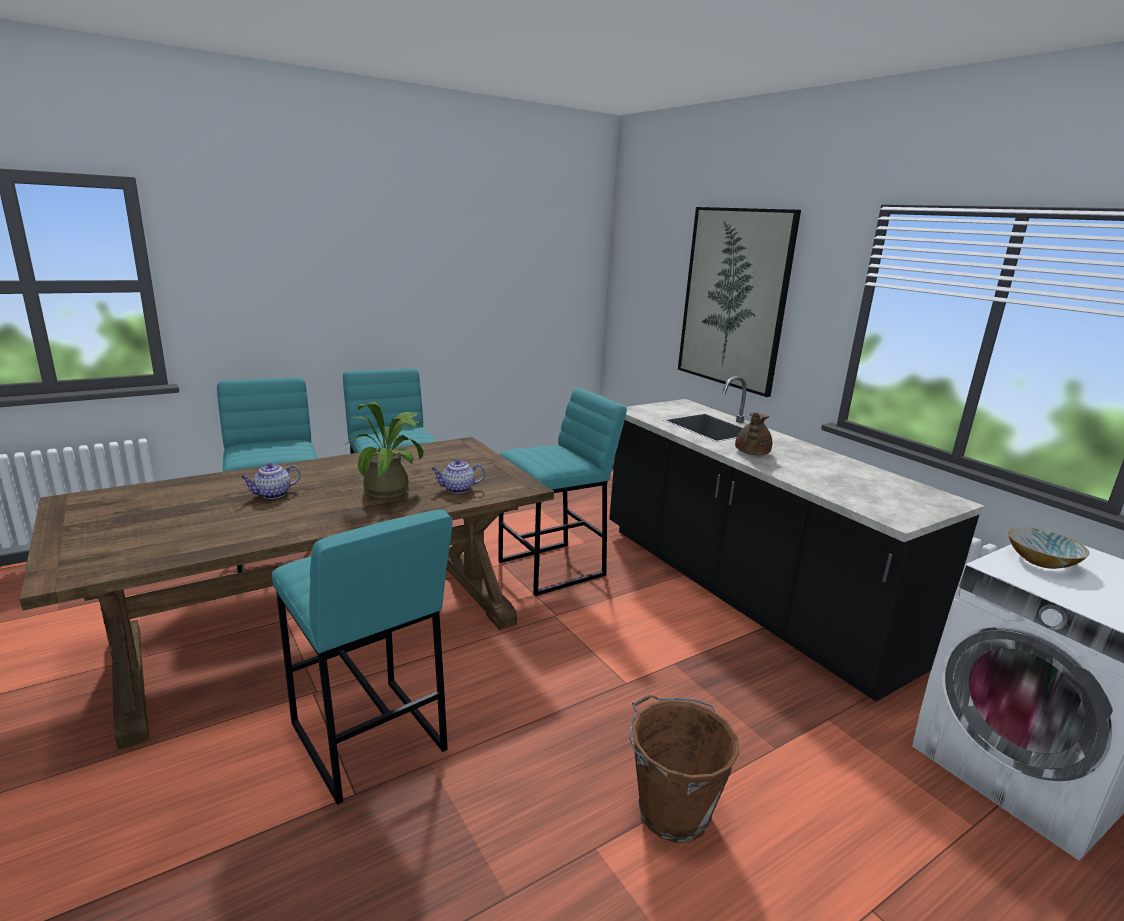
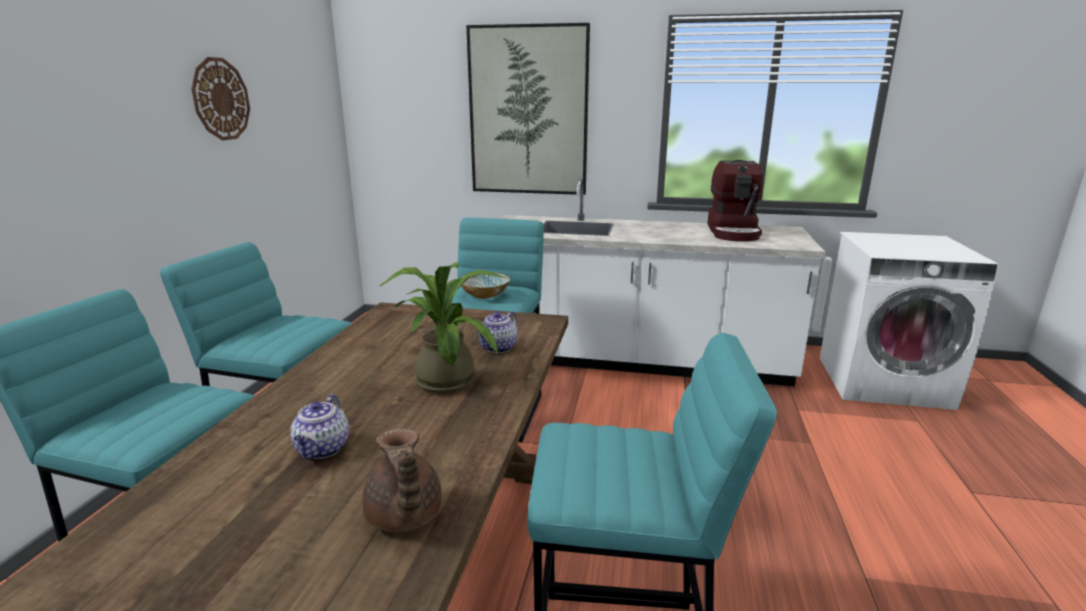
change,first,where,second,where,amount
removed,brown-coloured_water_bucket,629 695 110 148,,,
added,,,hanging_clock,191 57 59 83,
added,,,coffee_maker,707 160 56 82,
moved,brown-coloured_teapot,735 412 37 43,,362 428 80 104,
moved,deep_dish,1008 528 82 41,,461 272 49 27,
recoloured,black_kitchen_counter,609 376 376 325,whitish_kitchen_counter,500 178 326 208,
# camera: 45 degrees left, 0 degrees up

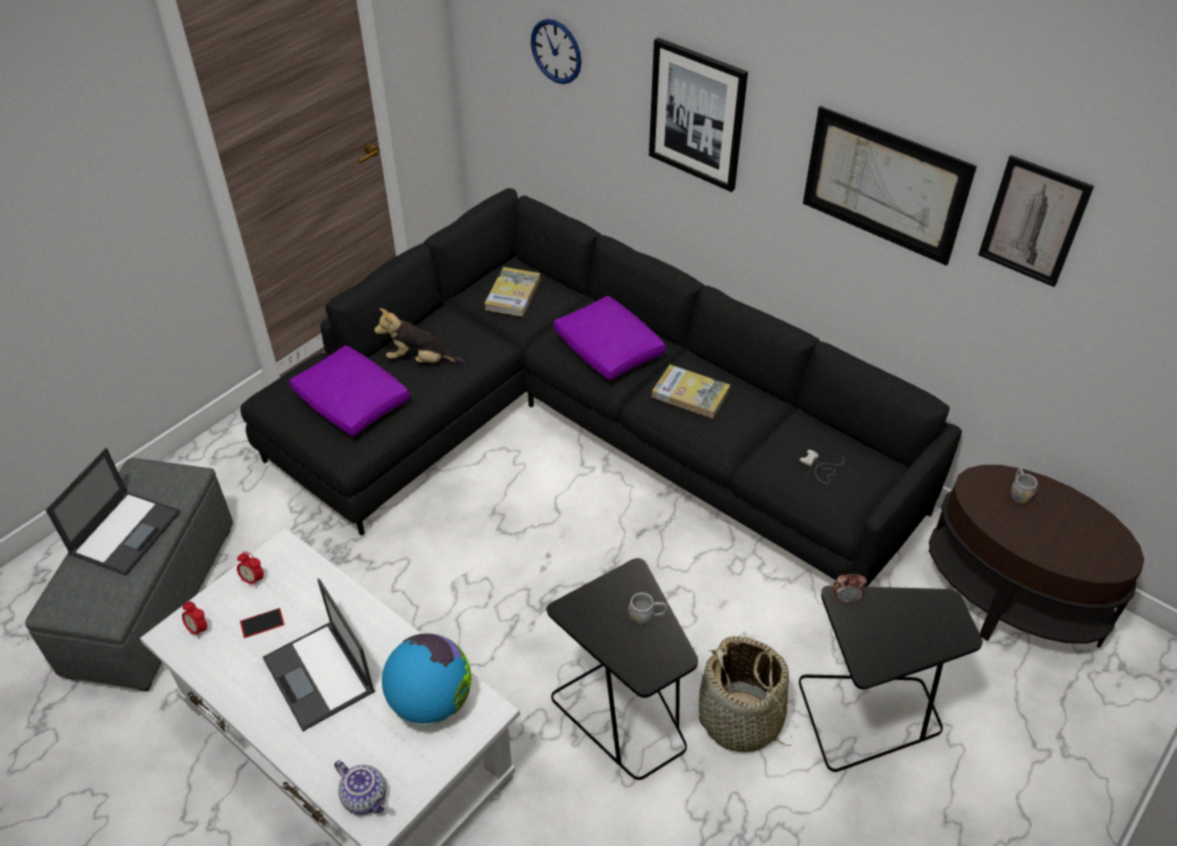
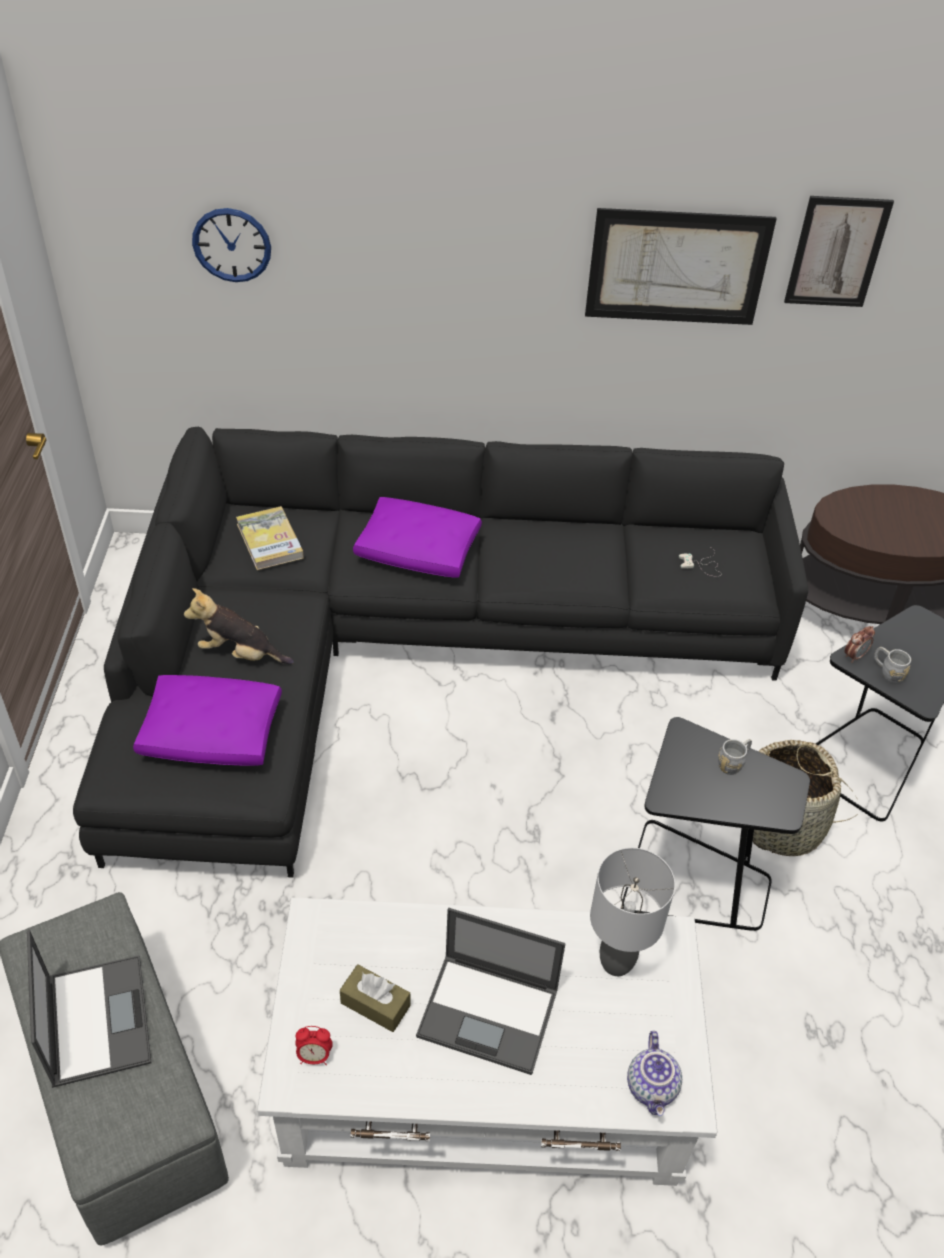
change,first,where,second,where,amount
removed,table_clock,237 551 27 37,,,
removed,wall_picture,649 38 99 154,,,
removed,book,652 365 78 54,,,
moved,greyish_coffee_mug,1011 468 27 35,,874 647 37 36,
replaced,handset,240 608 45 30,brown-coloured_tissue_holder,340 964 70 68,
replaced,desk_globe,382 633 90 93,greyish_table_lamp,590 848 85 128,
turned,teapot,334 760 54 55,,627 1031 55 85,90 degrees clockwise
turned,cuddly_toy,374 308 91 56,,184 588 110 76,45 degrees clockwise
# camera: 40 degrees left, 0 degrees up

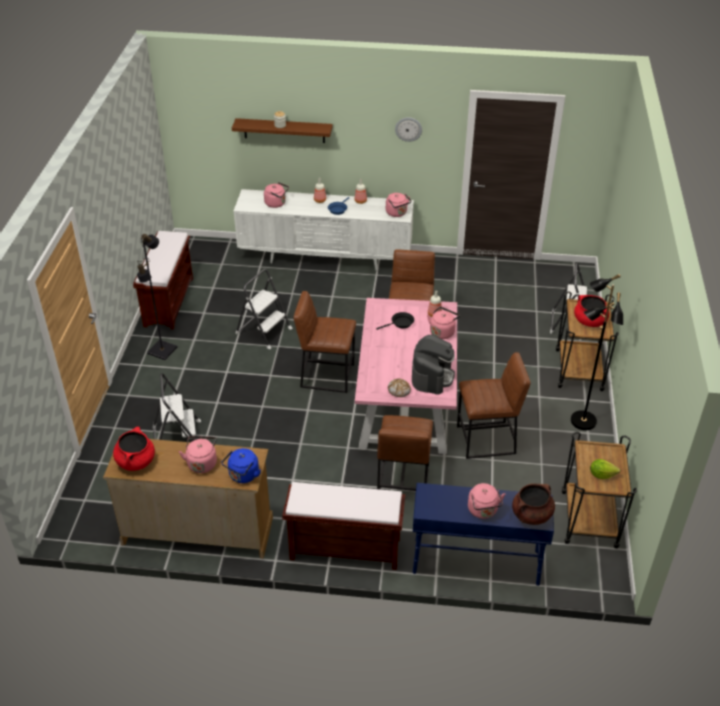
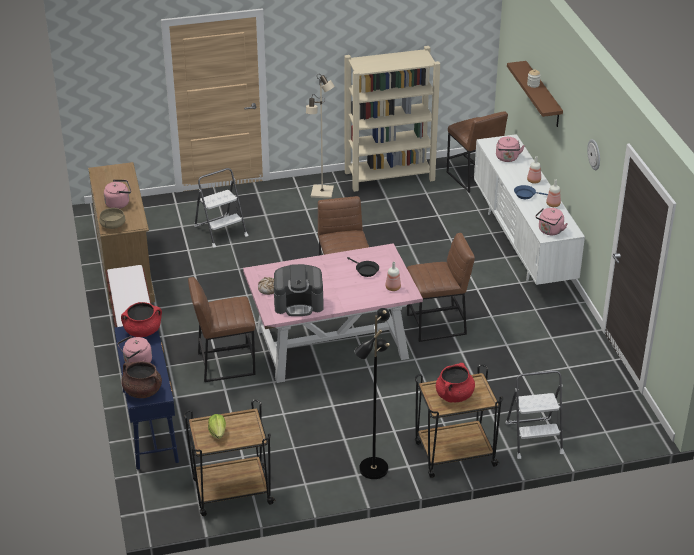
change,first,where,second,where,amount
removed,whitish_stepladder,236 269 56 80,,,
removed,pink-coloured_water_kettle,427 307 33 32,,,
moved,red-coloured_saucepot,113 427 42 44,,121 302 41 35,
moved,brown-coloured_chair,457 352 74 107,,447 111 61 82,
replaced,brown-coloured_long_seat,133 231 60 99,beige-coloured_bookshelf,345 46 95 146,
replaced,bluish_water_kettle,221 448 40 35,beige-coloured_saucepot,99 207 27 22,
recoloured,black_standard_lamp,137 234 41 126,beige-coloured_standard_lamp,306 74 29 125,
# camera: 70 degrees right, 5 degrees down

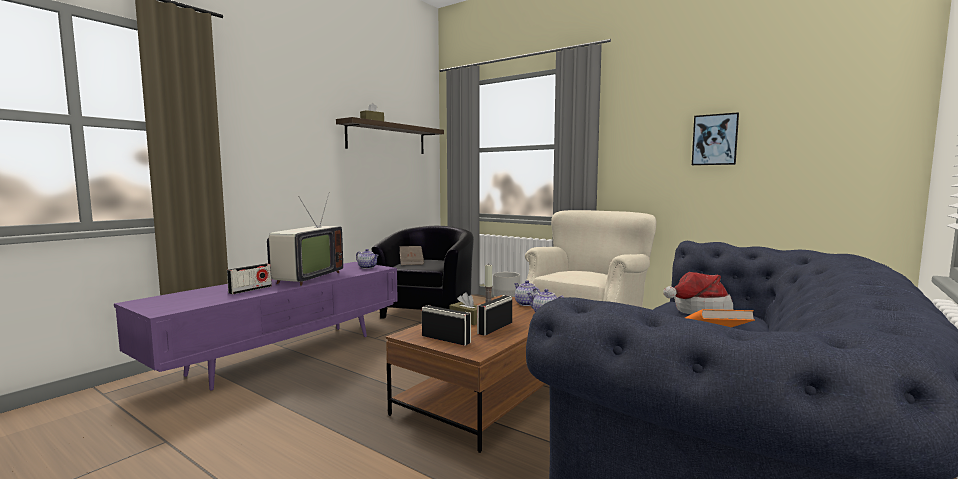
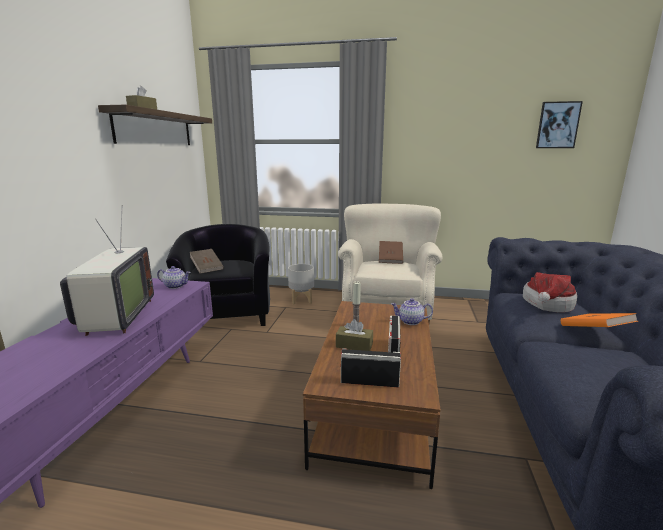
change,first,where,second,where,amount
removed,radio,227 263 45 31,,,
removed,teapot,514 281 26 25,,,
added,,,brown-coloured_book,379 241 24 23,
moved,wall_picture,692 112 47 53,,536 101 47 47,
# camera: 25 degrees left, 10 degrees up

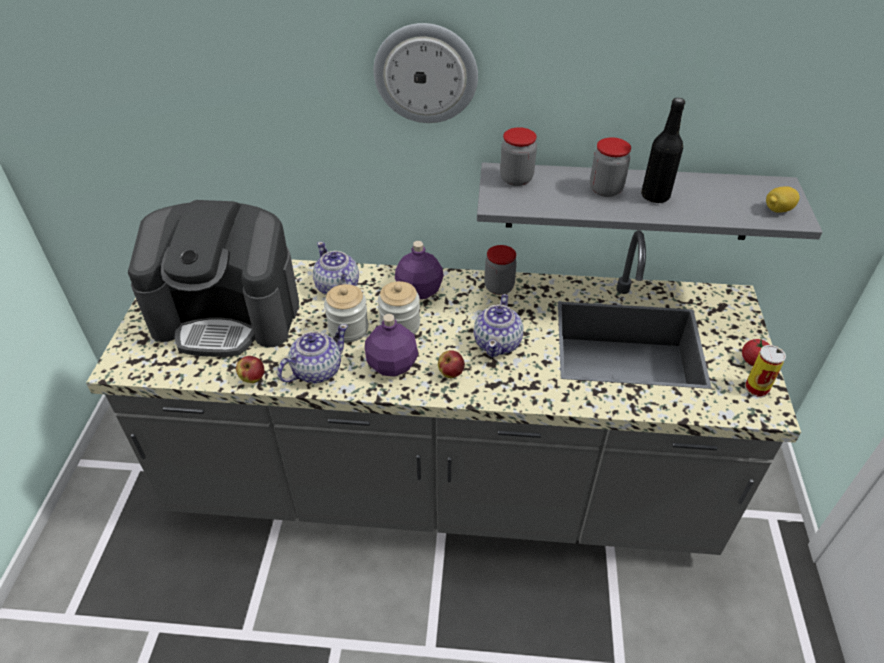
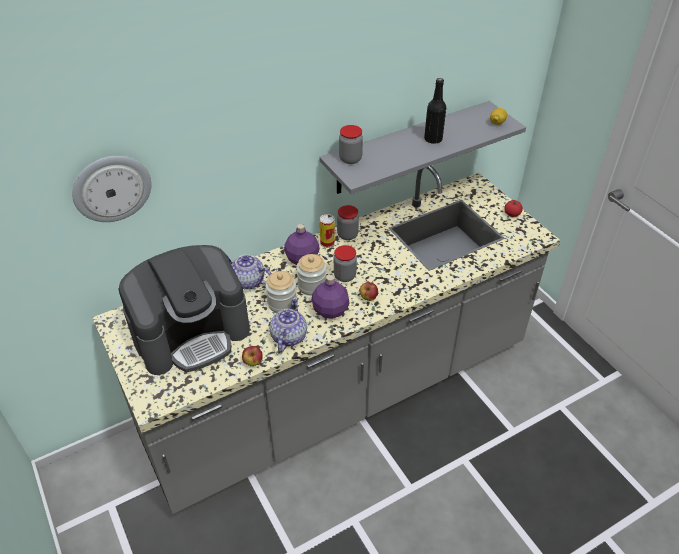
change,first,where,second,where,amount
removed,teapot,474 294 49 63,,,
moved,hanging_clock,374 23 104 100,,72 156 80 66,
moved,preserve_jar,590 137 41 60,,334 245 23 37,
moved,can,745 345 41 53,,320 214 15 34,
# camera: 35 degrees left, 0 degrees up

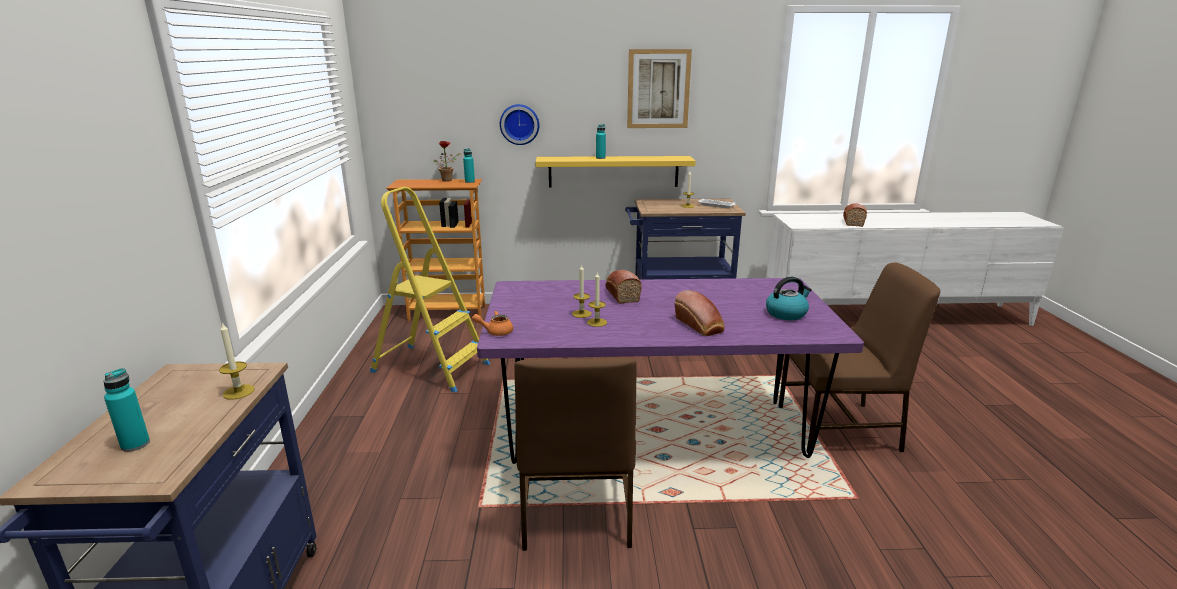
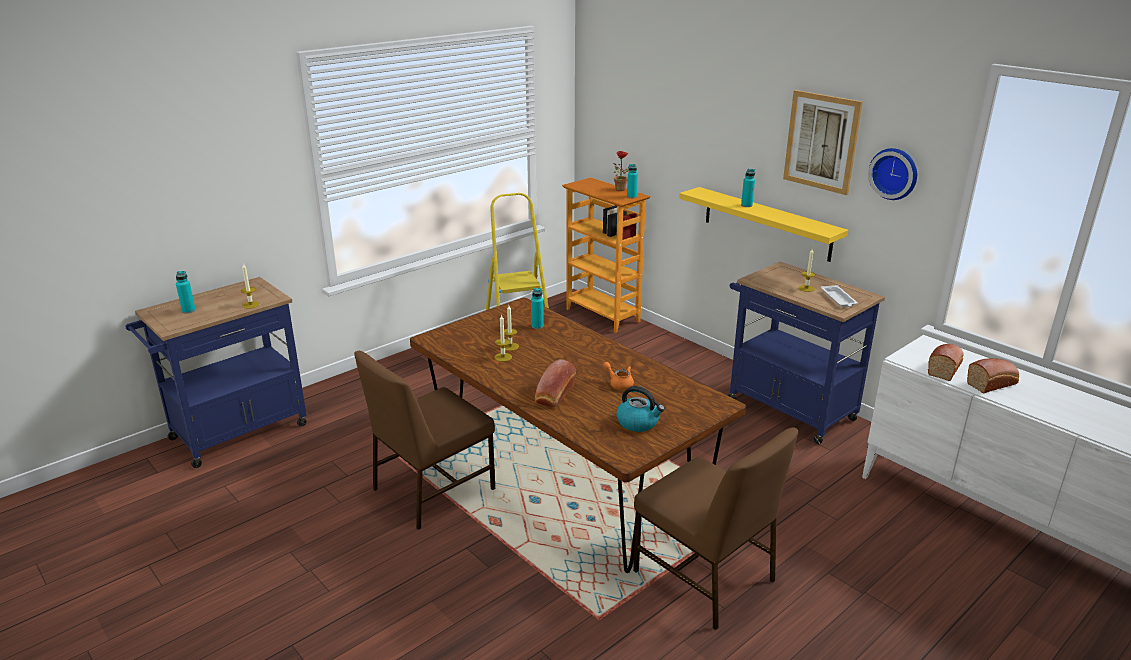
change,first,where,second,where,amount
added,,,blue-green_drink_bottle,531 288 13 41,
moved,orange-coloured_teapot,472 311 41 25,,603 362 31 28,
moved,hanging_clock,500 104 39 41,,868 148 49 52,
moved,bread,605 270 37 34,,928 344 35 37,
recoloured,purple-coloured_dinner_table,477 278 387 186,brown-coloured_dinner_table,410 298 336 275,
# camera: 50 degrees right, 5 degrees up

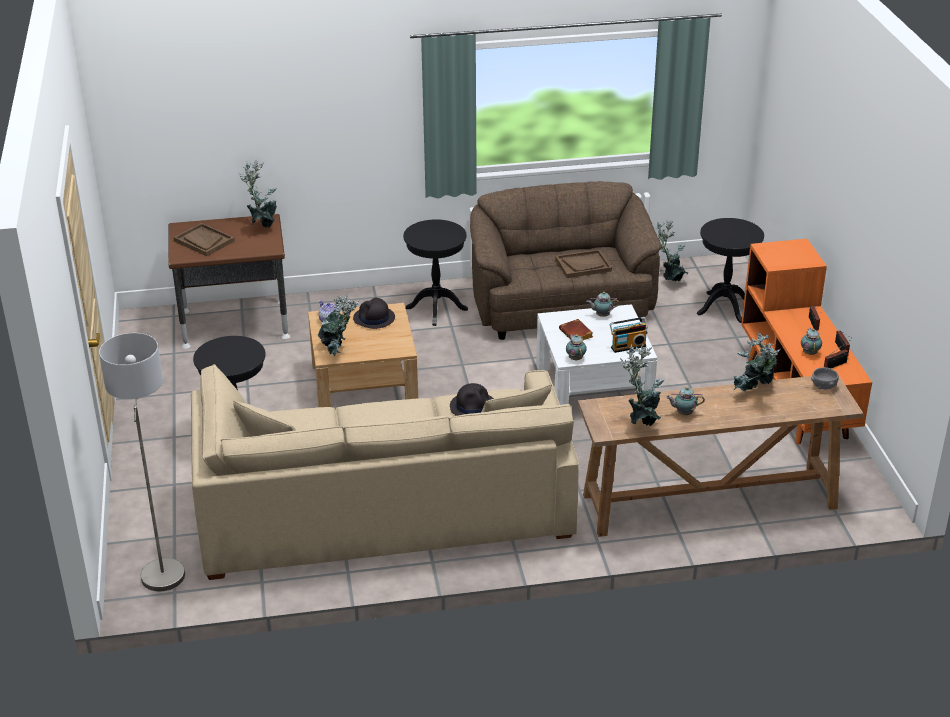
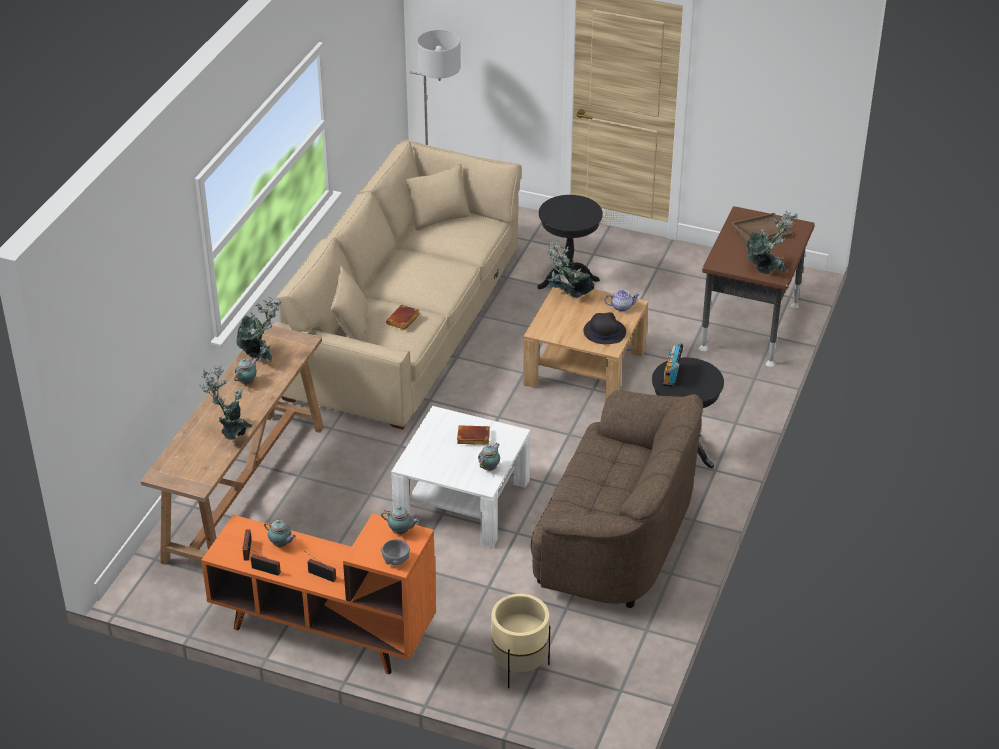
change,first,where,second,where,amount
removed,brown-coloured_tray,555 249 57 29,,,
removed,potted_plant,655 220 33 61,,,
moved,teapot,566 334 21 27,,381 506 39 29,
moved,radio,609 317 39 36,,663 342 21 45,
moved,greyish_deep_dish,811 367 28 22,,381 539 29 26,
replaced,black_wearable_hat,450 383 44 33,brown-coloured_book,386 305 34 25,
replaced,black_end_table,697 218 67 105,beige-coloured_planter,491 594 59 94,
# camera: 120 degrees right, 5 degrees up

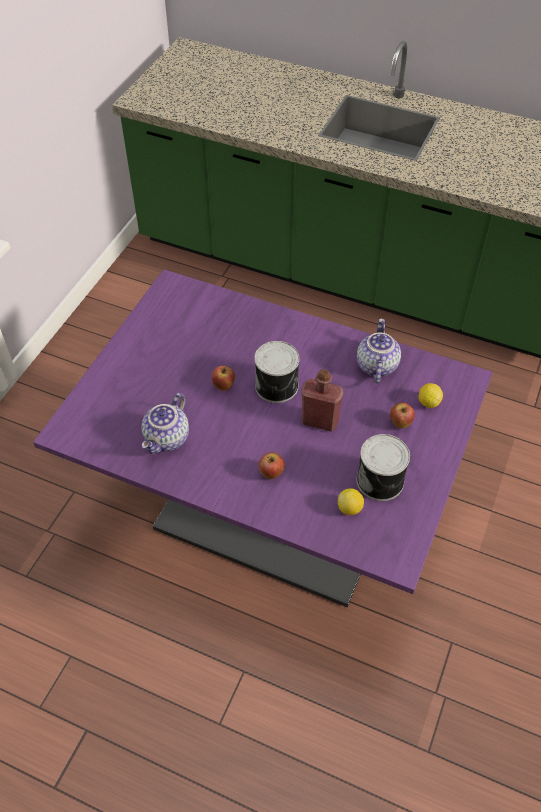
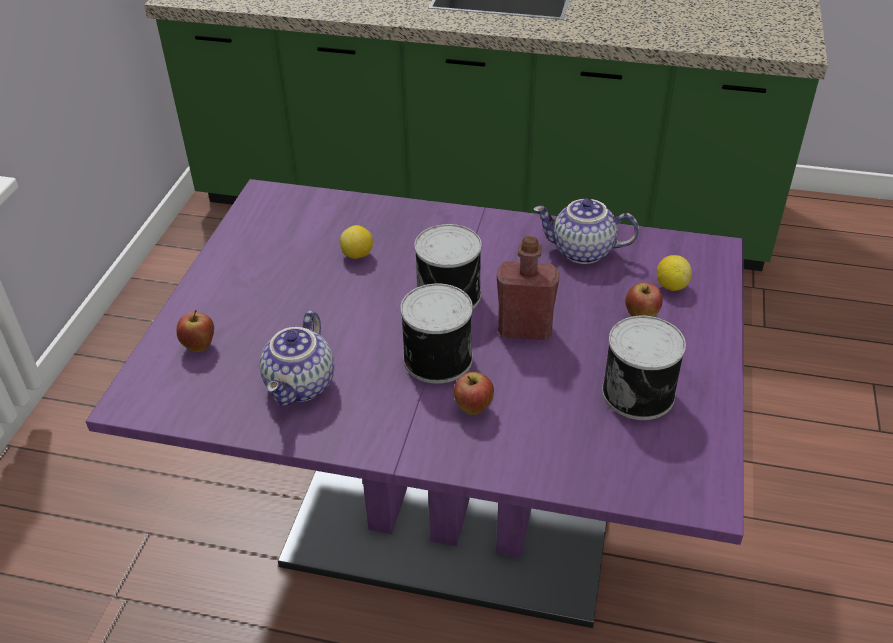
change,first,where,second,where,amount
added,,,can,400 284 73 100,
moved,whole_apple,212 366 23 25,,177 310 37 42,
moved,lemon,338 488 26 27,,340 225 33 34,
turned,teapot,357 318 44 65,,533 198 106 66,75 degrees counterclockwise
# camera: 10 degrees left, 10 degrees down

